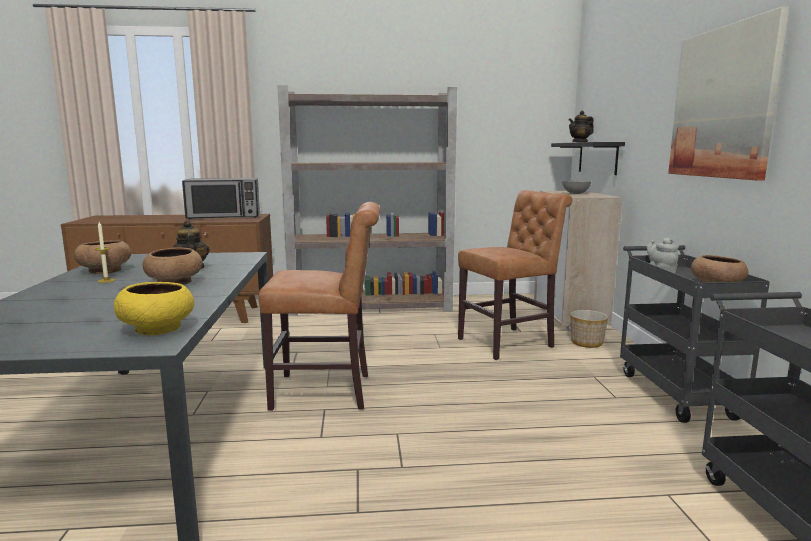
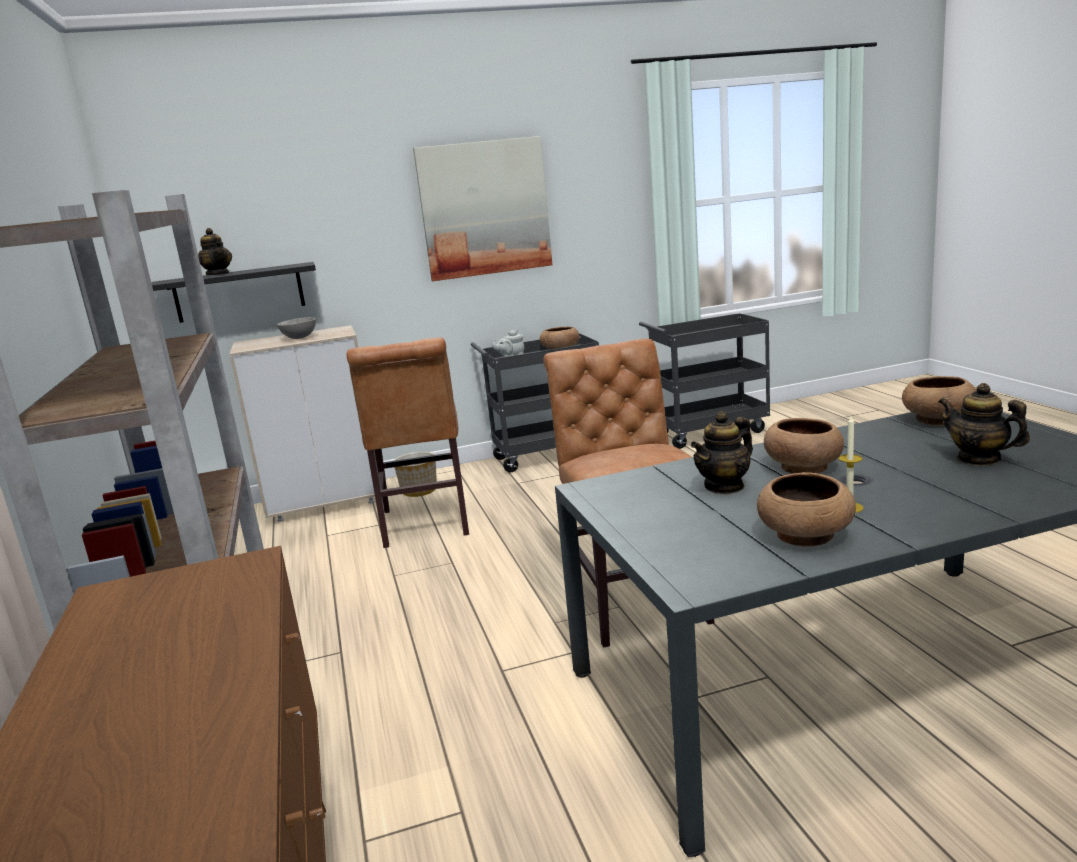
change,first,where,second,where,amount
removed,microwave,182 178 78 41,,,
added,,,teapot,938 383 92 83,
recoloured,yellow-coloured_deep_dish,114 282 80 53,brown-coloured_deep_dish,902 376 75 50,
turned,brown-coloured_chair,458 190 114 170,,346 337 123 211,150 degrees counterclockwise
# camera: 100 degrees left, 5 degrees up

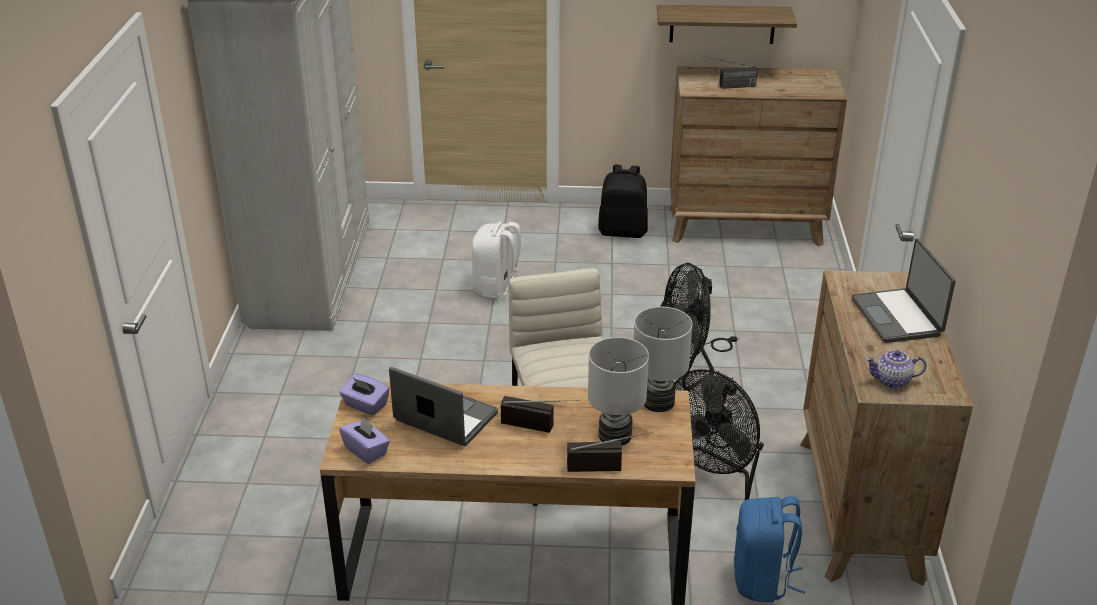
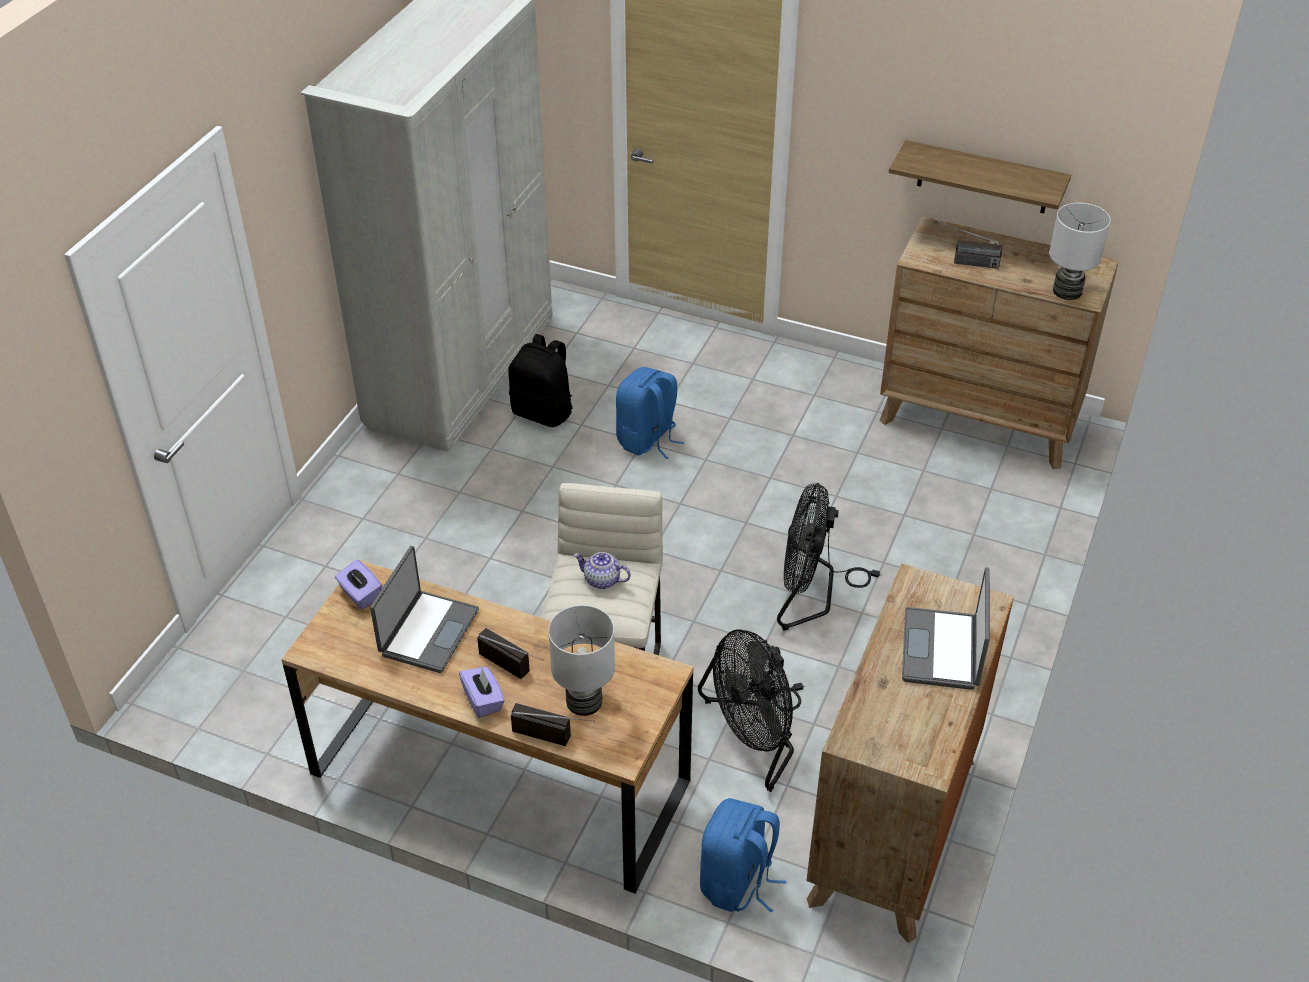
change,first,where,second,where,amount
moved,purple-coloured_tissue_holder,339 417 51 47,,459 667 46 51,
moved,black_knapsack,598 165 50 73,,508 334 64 93,
moved,greyish_table_lamp,634 306 58 106,,1049 203 61 97,
moved,teapot,865 350 62 38,,574 552 57 37,
recoloured,whitish_knapsack,472 222 49 78,bluish_knapsack,616 367 68 92,
turned,laptop,389 367 109 79,,370 546 109 127,60 degrees clockwise
# camera: 20 degrees right, 10 degrees up

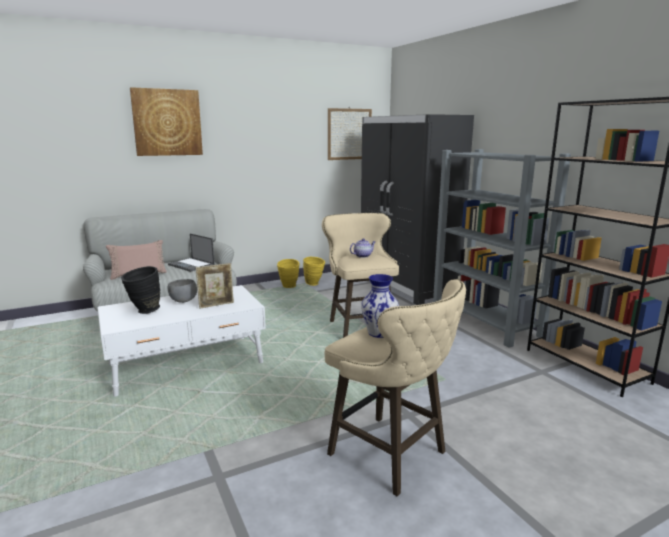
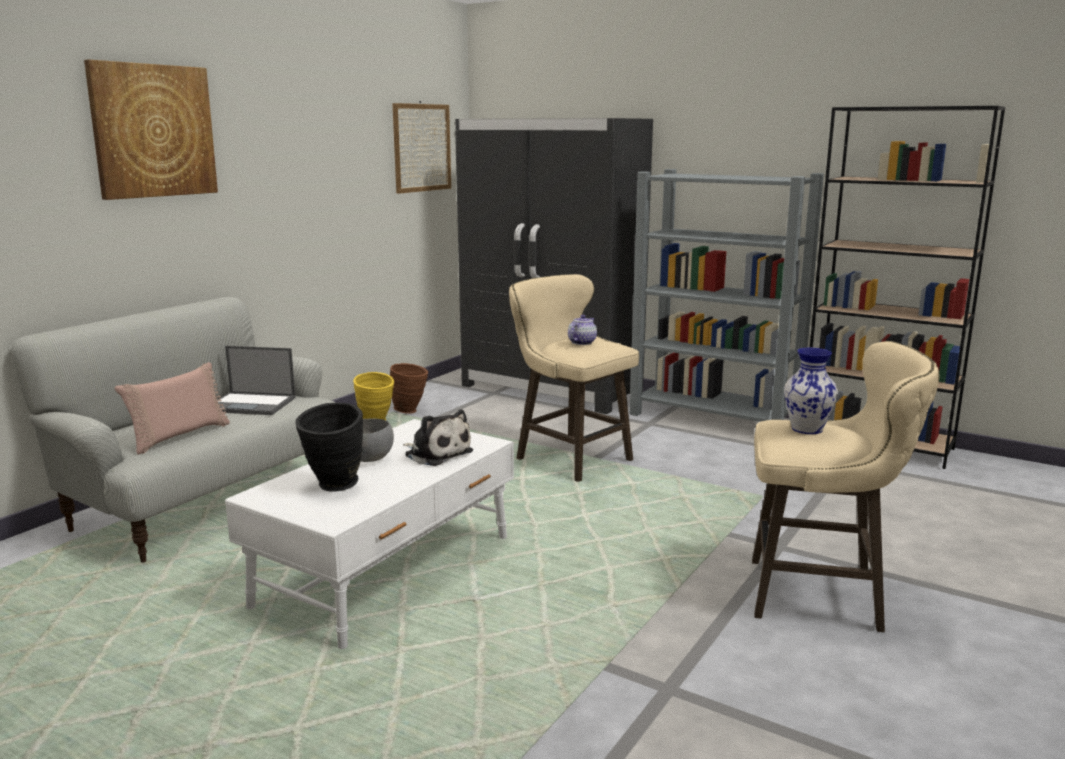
change,first,where,second,where,amount
replaced,photo_frame,196 263 38 45,cuddly_toy,403 410 70 56,
recoloured,yellow-coloured_decorative_vase,303 257 22 29,brown-coloured_decorative_vase,390 363 38 51,
# camera: 30 degrees left, 0 degrees up

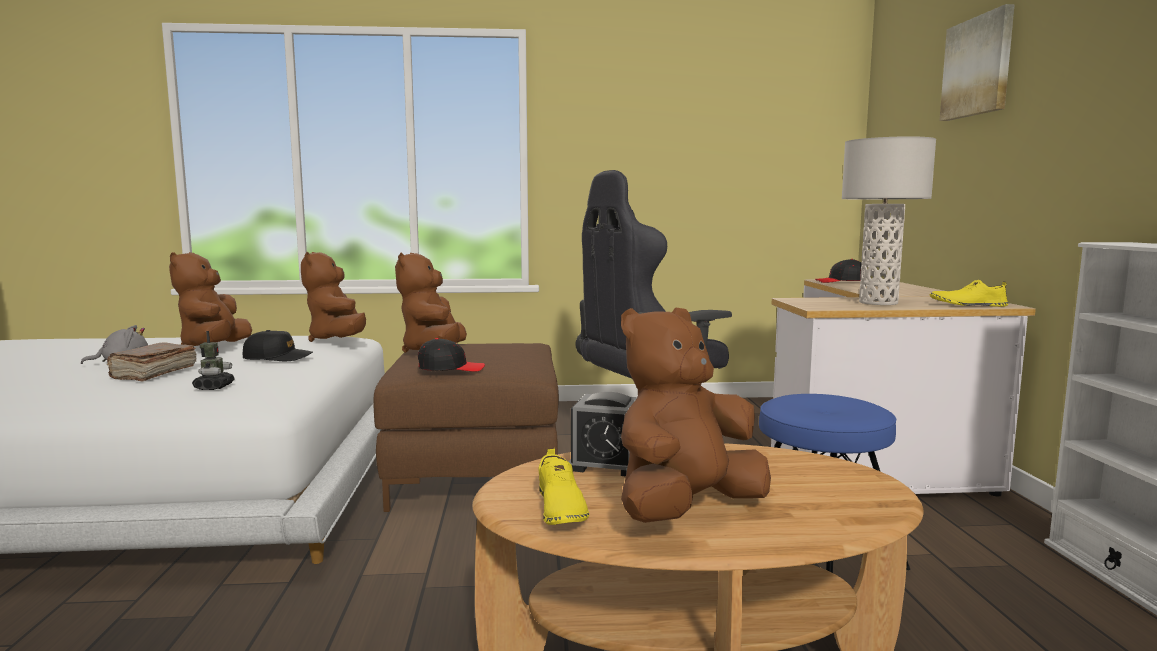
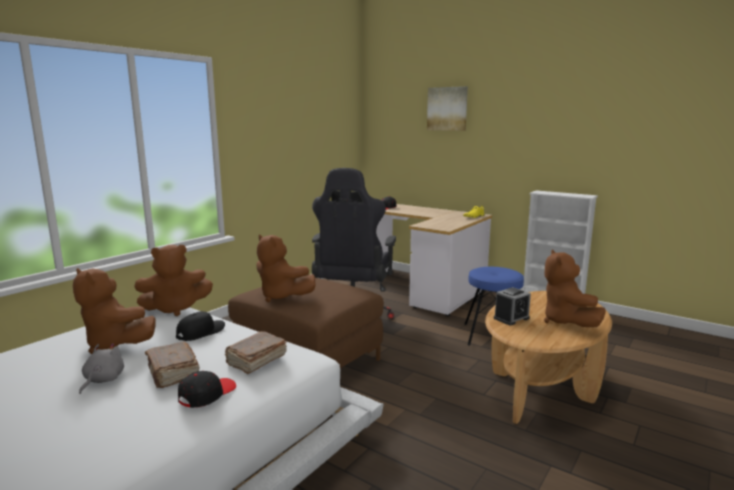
change,first,where,second,where,amount
removed,yellow-coloured_item_of_footwear,538 448 51 77,,,
removed,whitish_table_lamp,842 136 94 169,,,
moved,black_baseball_cap,418 338 67 34,,178 371 58 37,
replaced,robot_figure,192 331 43 59,brown-coloured_book,225 331 62 43,
turned,brown-coloured_cuddly_toy,301 252 65 90,,134 245 79 71,45 degrees counterclockwise
# camera: 50 degrees left, 5 degrees up

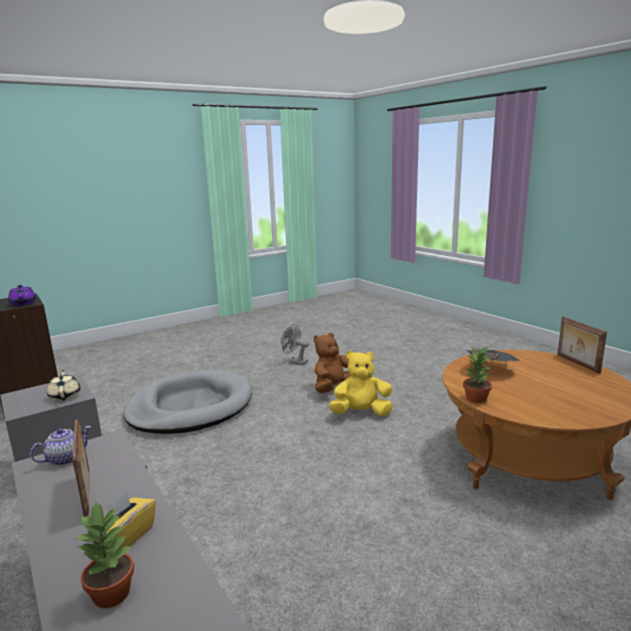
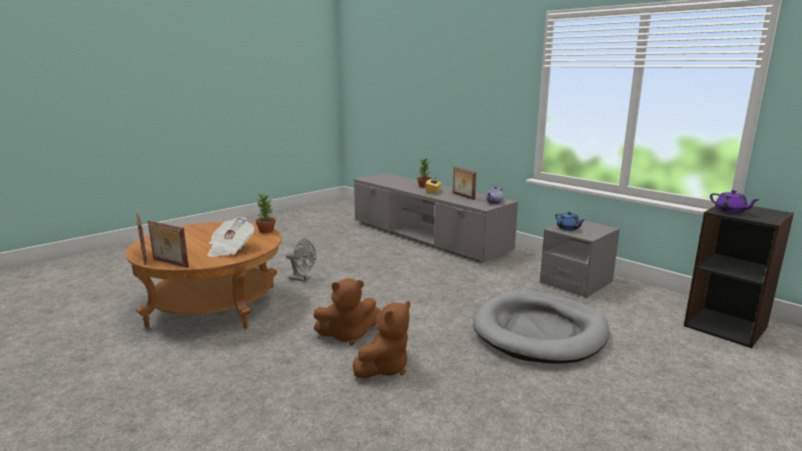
change,first,where,second,where,amount
added,,,photo_frame,148 220 41 48,
moved,greyish_cooling_fan,281 324 28 41,,286 238 30 44,
recoloured,beige-coloured_teapot,47 370 33 31,bluish_teapot,555 212 29 19,
recoloured,yellow-coloured_cuddly_toy,329 351 64 65,brown-coloured_cuddly_toy,313 278 68 67,
# camera: 170 degrees right, 0 degrees up

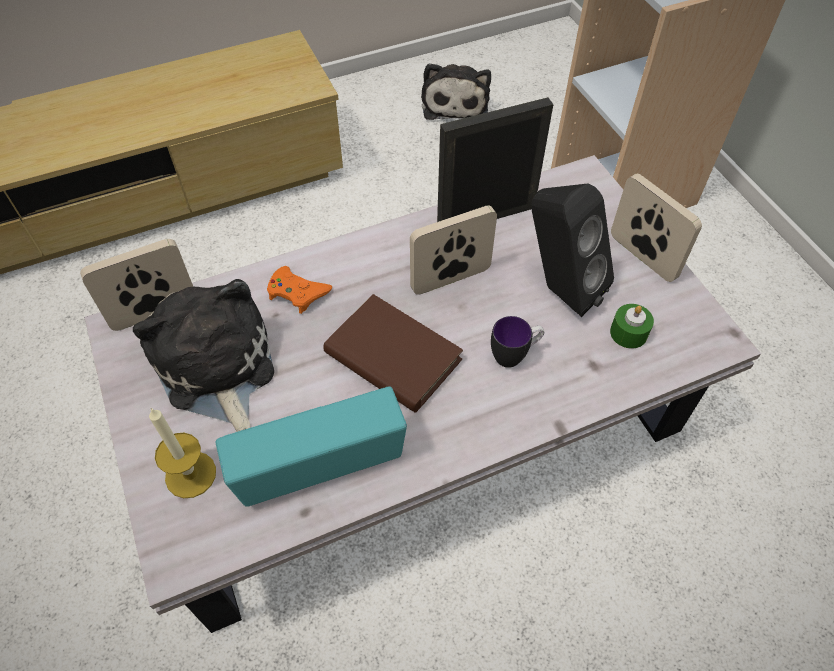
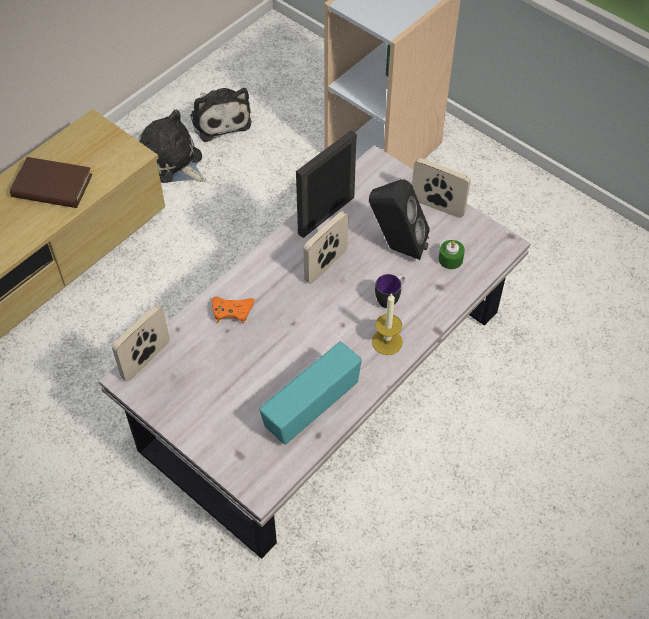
change,first,where,second,where,amount
moved,cuddly_toy,133 279 141 153,,138 110 68 73,
moved,candle,149 408 67 90,,372 293 31 62,
moved,brown-coloured_book,323 294 140 119,,10 157 82 51,
# camera: 25 degrees left, 0 degrees up

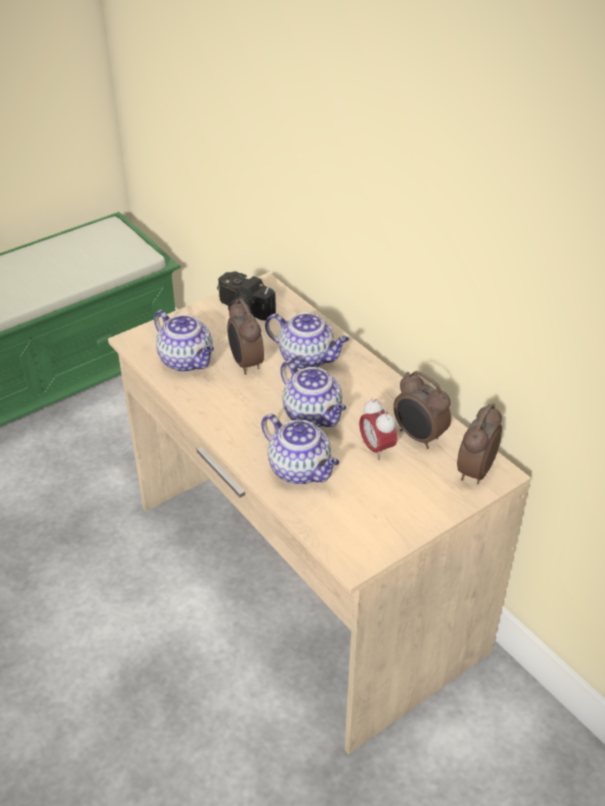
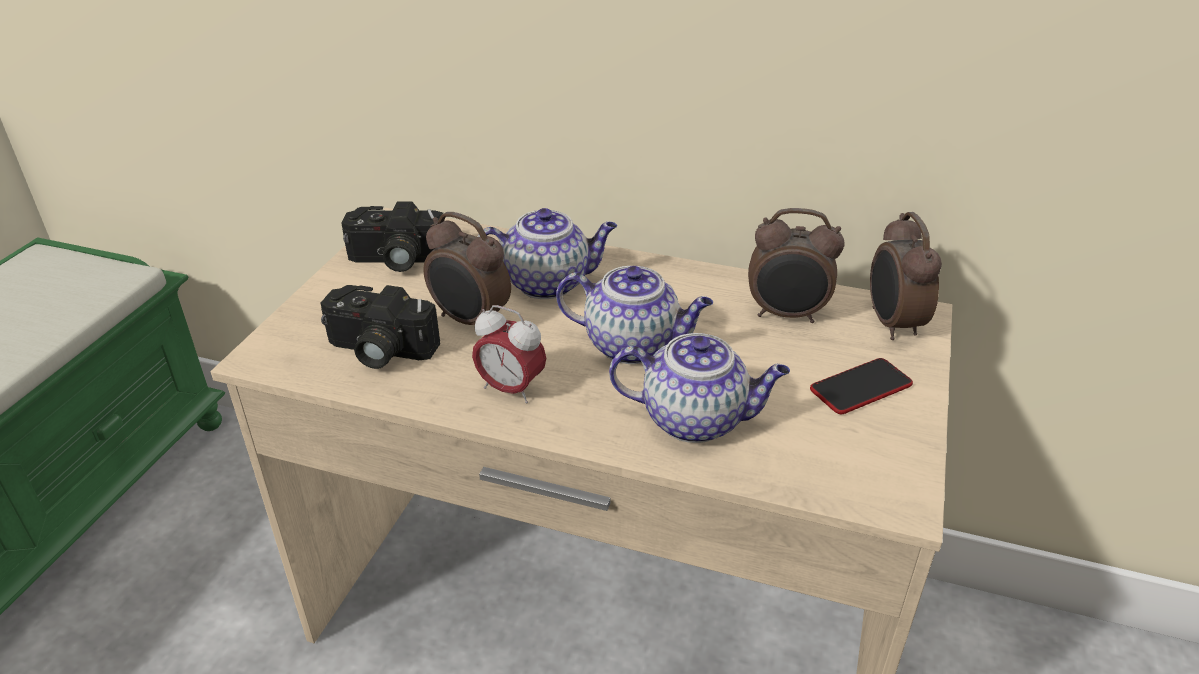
change,first,where,second,where,amount
added,,,handset,810 358 103 56,
moved,table_clock,359 398 38 63,,472 305 74 98,
replaced,teapot,154 310 60 62,photo_camera,321 285 119 84,
# camera: 35 degrees left, 5 degrees down

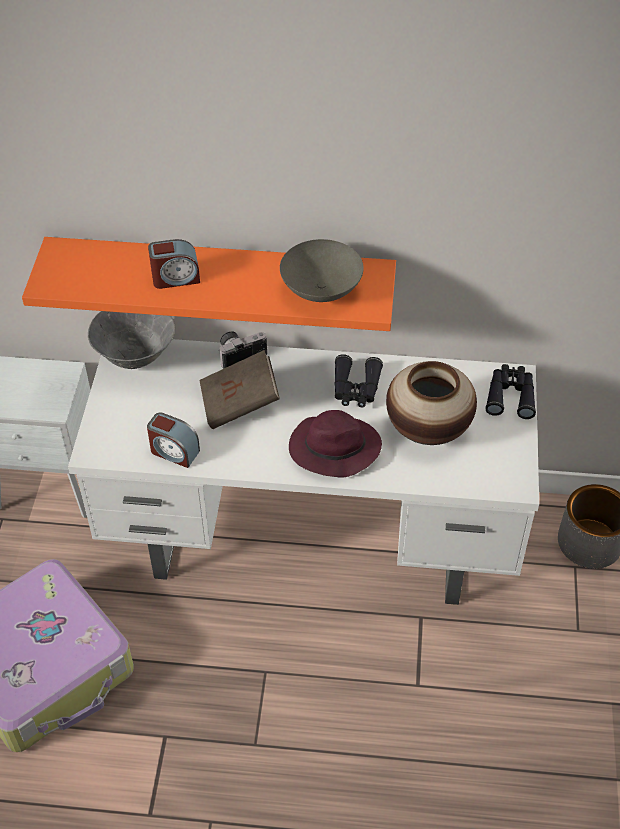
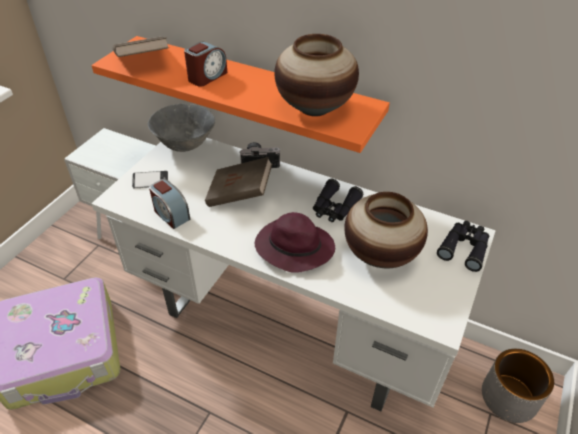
change,first,where,second,where,amount
added,,,brown-coloured_book,113 37 56 20,
added,,,handset,132 171 36 17,
replaced,greyish_deep_dish,280 239 84 63,decorative_vase,274 34 85 83,
turned,table_clock,148 239 52 50,,184 42 43 45,60 degrees counterclockwise
# camera: 20 degrees right, 5 degrees down

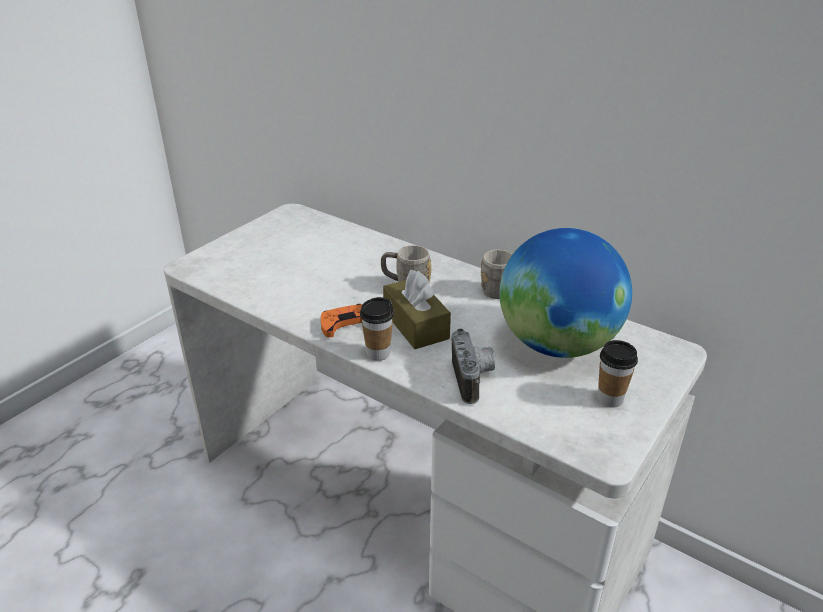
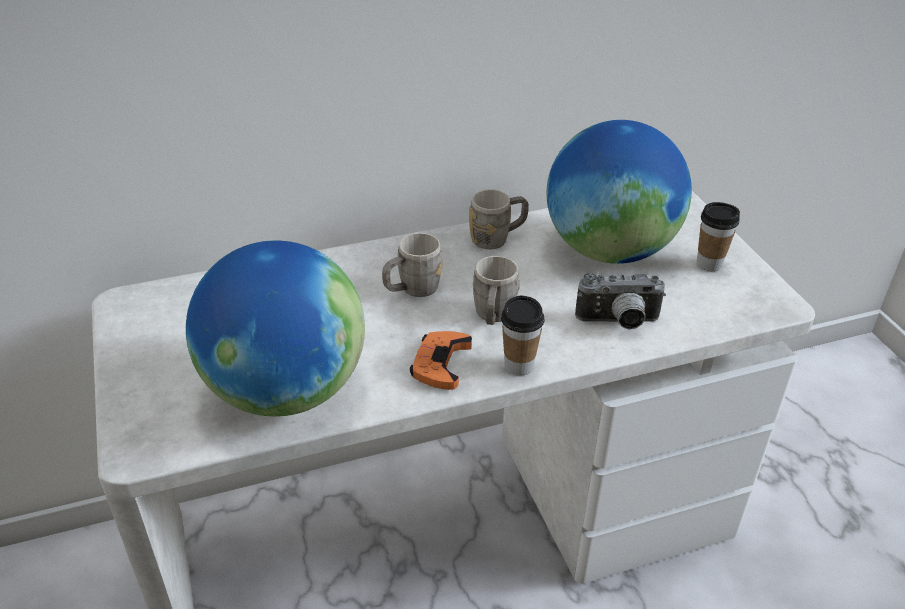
change,first,where,second,where,amount
added,,,desk_globe,186 240 179 177,
replaced,brown-coloured_tissue_holder,383 270 68 79,greyish_coffee_mug,473 256 47 69,
turned,photo_camera,451 328 44 76,,575 273 91 57,150 degrees clockwise
# camera: 55 degrees left, 5 degrees up

